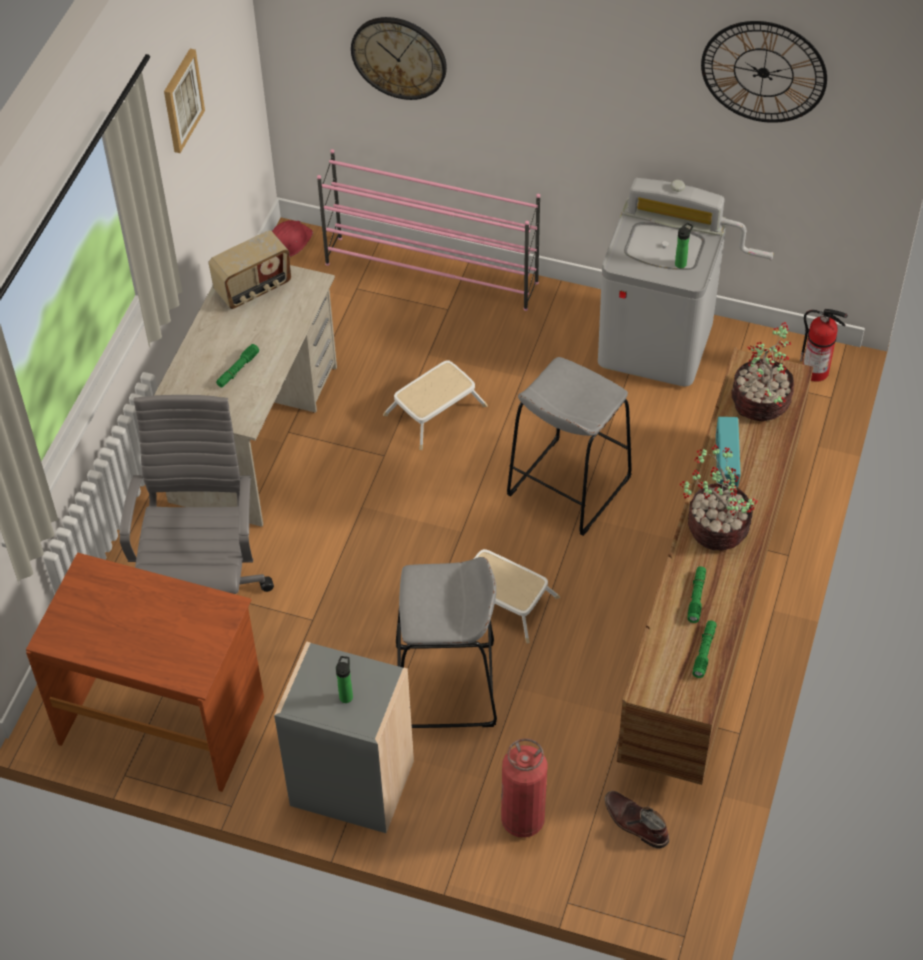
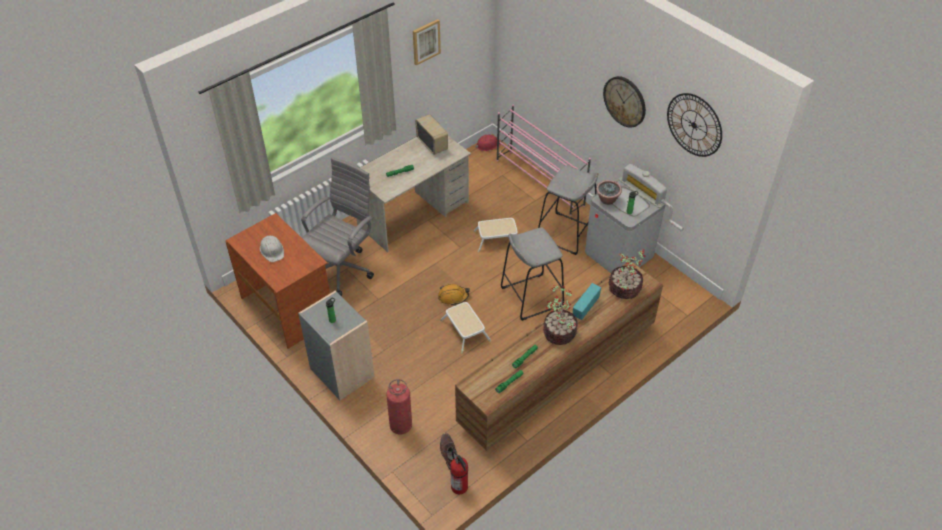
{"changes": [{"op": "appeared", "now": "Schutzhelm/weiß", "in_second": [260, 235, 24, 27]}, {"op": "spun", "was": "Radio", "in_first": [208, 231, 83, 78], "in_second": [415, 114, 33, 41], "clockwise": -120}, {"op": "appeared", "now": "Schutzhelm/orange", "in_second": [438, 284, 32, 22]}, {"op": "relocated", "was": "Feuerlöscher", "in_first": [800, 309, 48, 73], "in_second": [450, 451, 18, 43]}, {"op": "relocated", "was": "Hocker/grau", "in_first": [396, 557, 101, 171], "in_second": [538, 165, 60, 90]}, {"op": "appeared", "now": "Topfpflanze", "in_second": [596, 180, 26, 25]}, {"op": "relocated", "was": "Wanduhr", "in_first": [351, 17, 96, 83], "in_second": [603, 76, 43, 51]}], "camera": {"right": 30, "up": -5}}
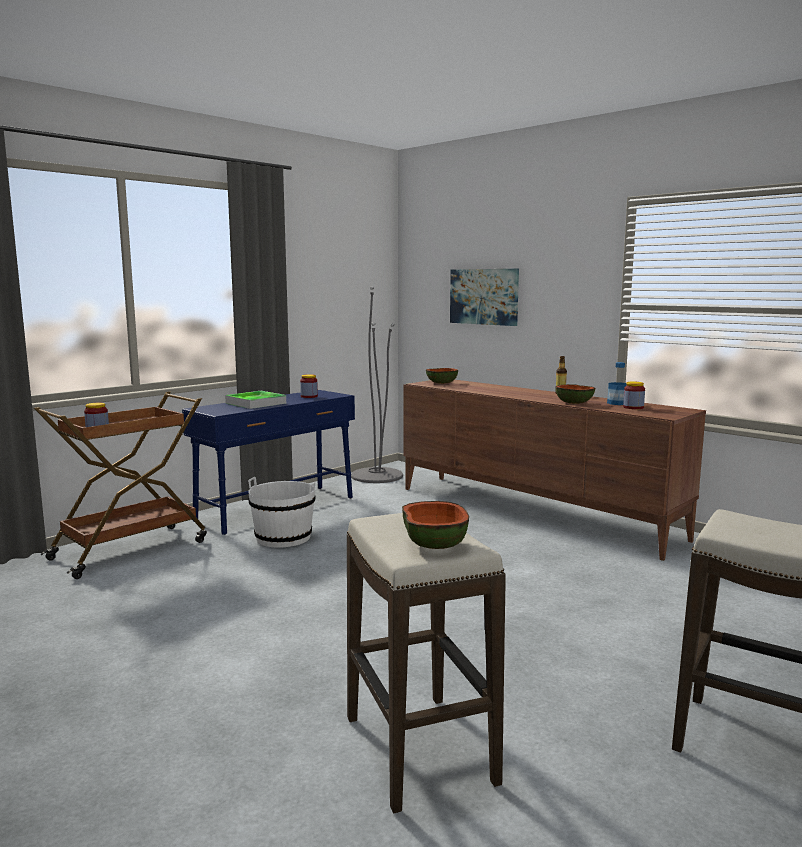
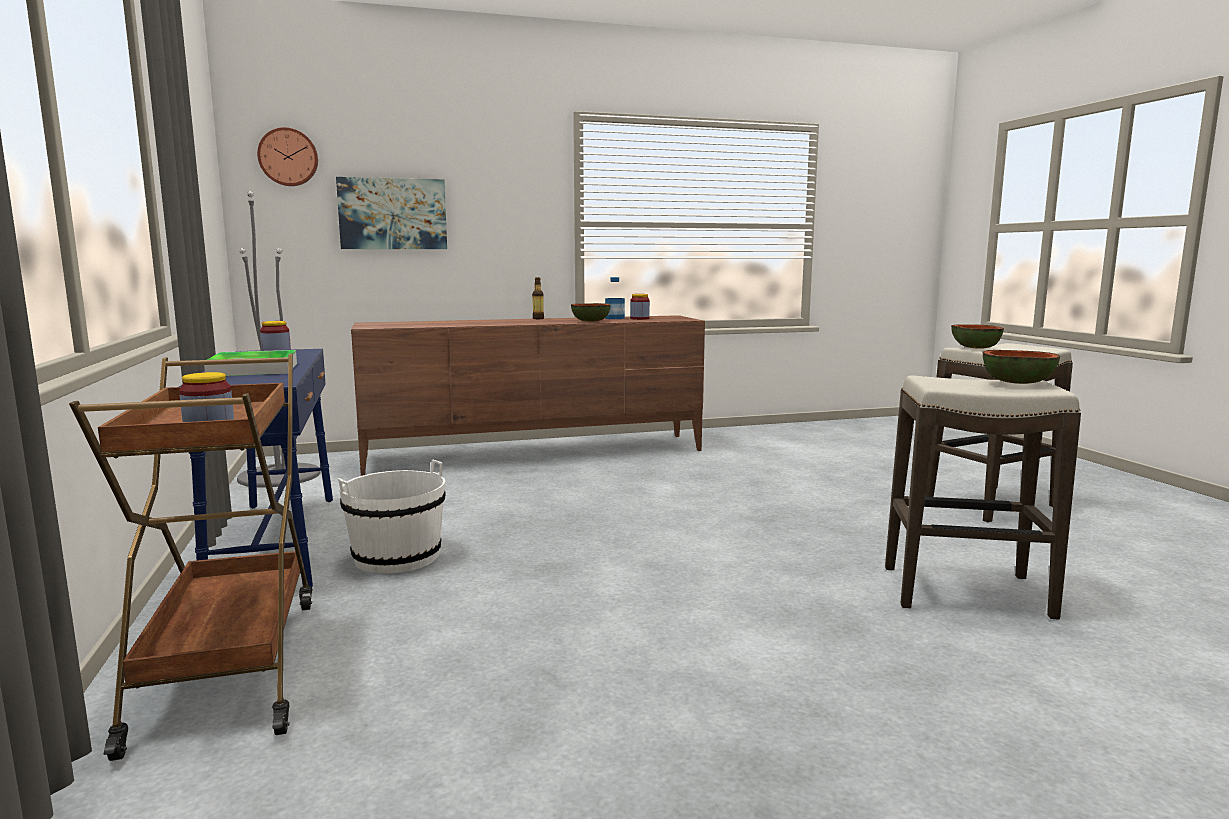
{"changes": [{"op": "appeared", "now": "Wanduhr", "in_second": [257, 127, 61, 59]}, {"op": "relocated", "was": "Schüssel", "in_first": [426, 368, 32, 16], "in_second": [951, 324, 53, 25]}], "camera": {"right": -60, "up": 0}}
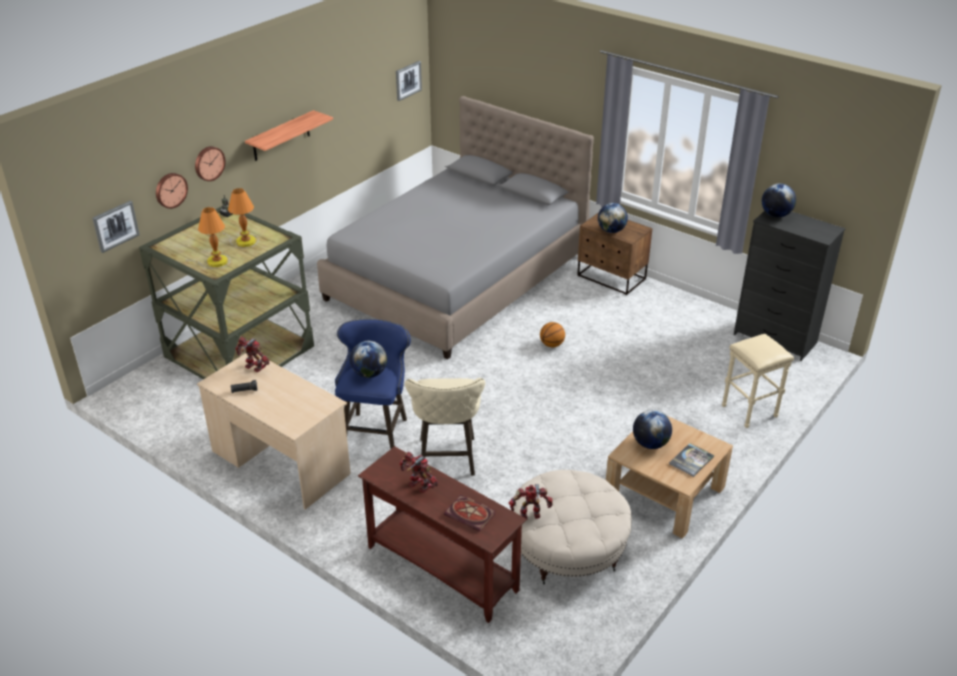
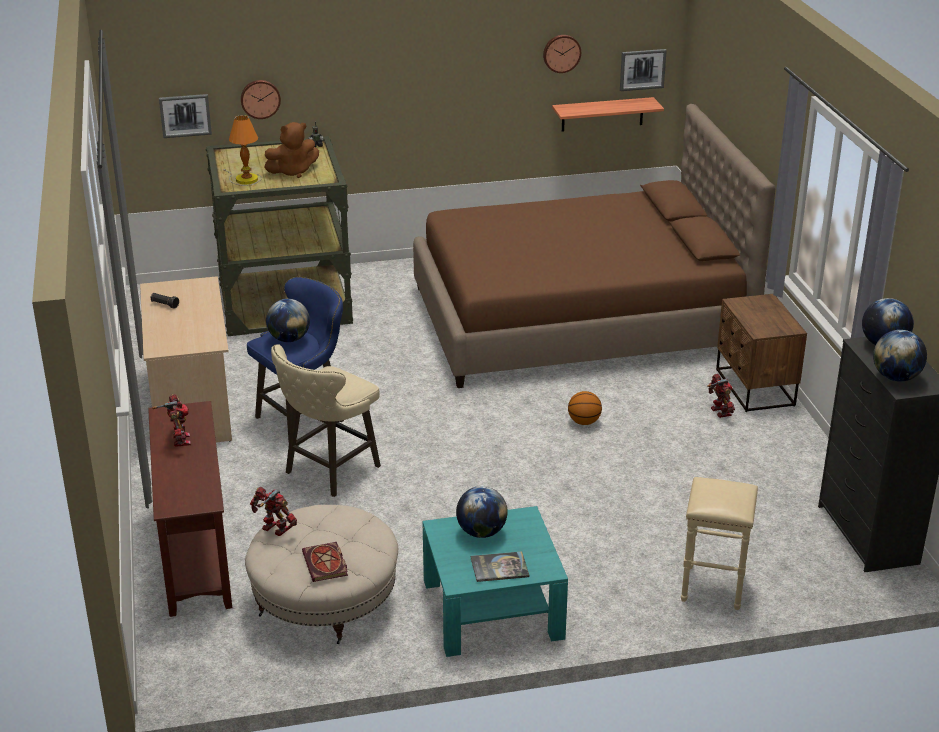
{"changes": [{"op": "exchanged", "was": "Tischlampe", "now": "Plüschtier/braun", "in_first": [222, 188, 37, 61], "in_second": [264, 122, 55, 56]}, {"op": "relocated", "was": "Buch", "in_first": [444, 495, 52, 37], "in_second": [302, 542, 46, 40]}, {"op": "colour", "was": "Bett/grau", "now": "Bett/braun", "in_first": [317, 96, 277, 263], "in_second": [413, 104, 362, 284]}, {"op": "colour", "was": "Couchtisch/braun", "now": "Couchtisch/türkis", "in_first": [606, 415, 127, 124], "in_second": [422, 506, 146, 151]}, {"op": "relocated", "was": "Wanduhr", "in_first": [195, 146, 30, 35], "in_second": [543, 35, 38, 38]}, {"op": "relocated", "was": "Wandregal", "in_first": [245, 110, 88, 51], "in_second": [552, 97, 112, 35]}, {"op": "relocated", "was": "Spielzeugroboter", "in_first": [235, 337, 35, 35], "in_second": [707, 374, 28, 44]}, {"op": "relocated", "was": "Globus", "in_first": [598, 203, 30, 30], "in_second": [873, 330, 54, 52]}], "camera": {"right": 40, "up": -5}}
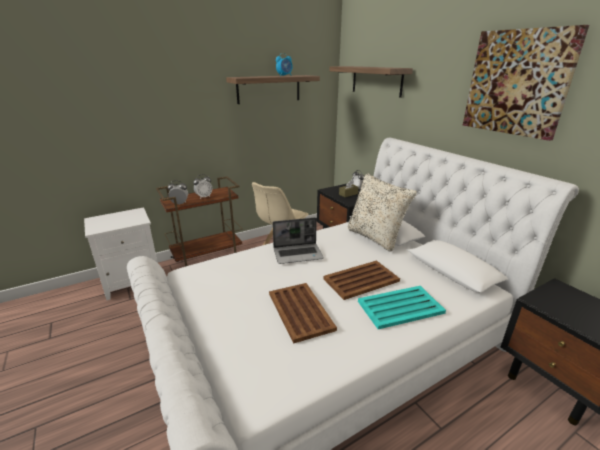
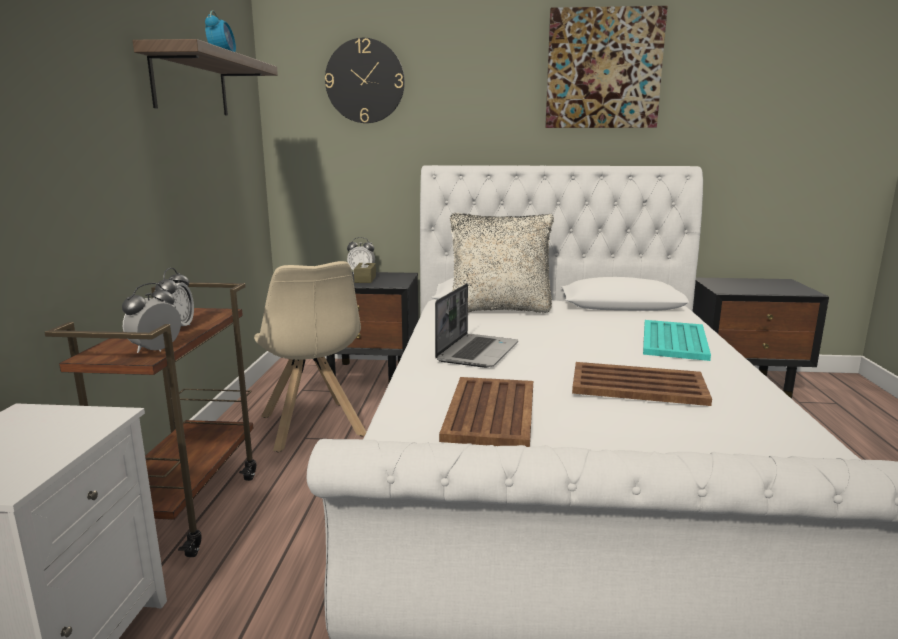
{"changes": [{"op": "exchanged", "was": "Wandregal", "now": "Wanduhr", "in_first": [329, 66, 84, 32], "in_second": [325, 38, 80, 85]}, {"op": "relocated", "was": "Tablett/braun", "in_first": [323, 260, 77, 40], "in_second": [439, 377, 94, 70]}], "camera": {"right": -55, "up": -10}}
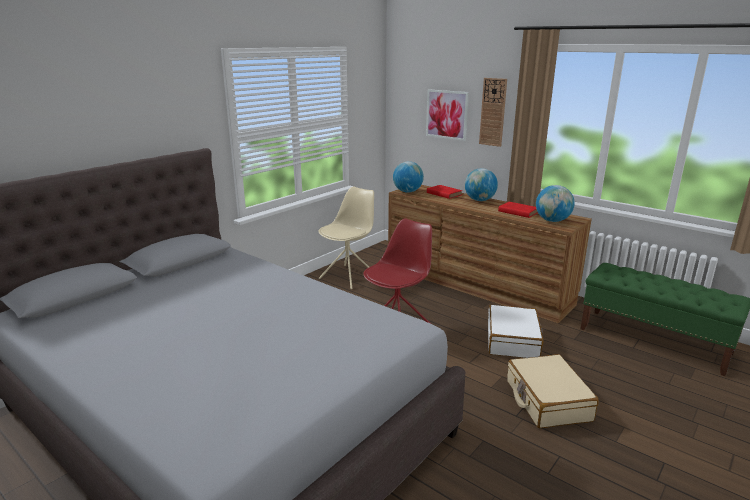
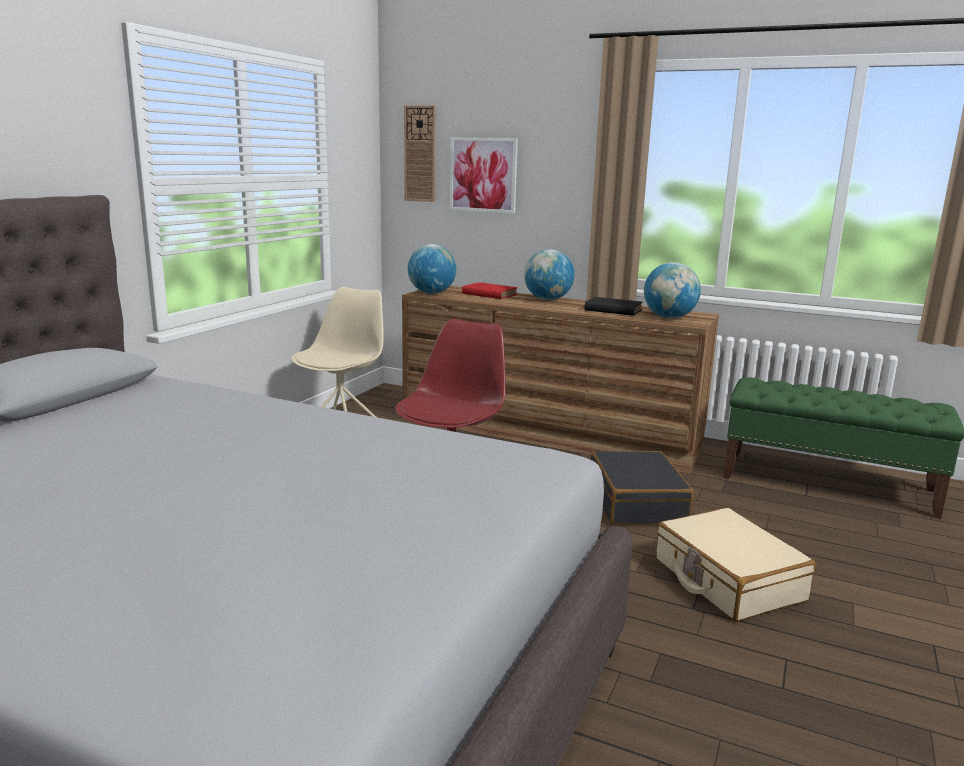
{"changes": [{"op": "relocated", "was": "Wanduhr", "in_first": [479, 78, 28, 69], "in_second": [404, 105, 32, 97]}, {"op": "colour", "was": "Buch/rot", "now": "Buch/schwarz", "in_first": [498, 202, 40, 16], "in_second": [584, 297, 59, 19]}, {"op": "colour", "was": "Koffer/weiß", "now": "Koffer/schwarz", "in_first": [488, 305, 56, 53], "in_second": [590, 451, 104, 73]}], "camera": {"right": -15, "up": -5}}
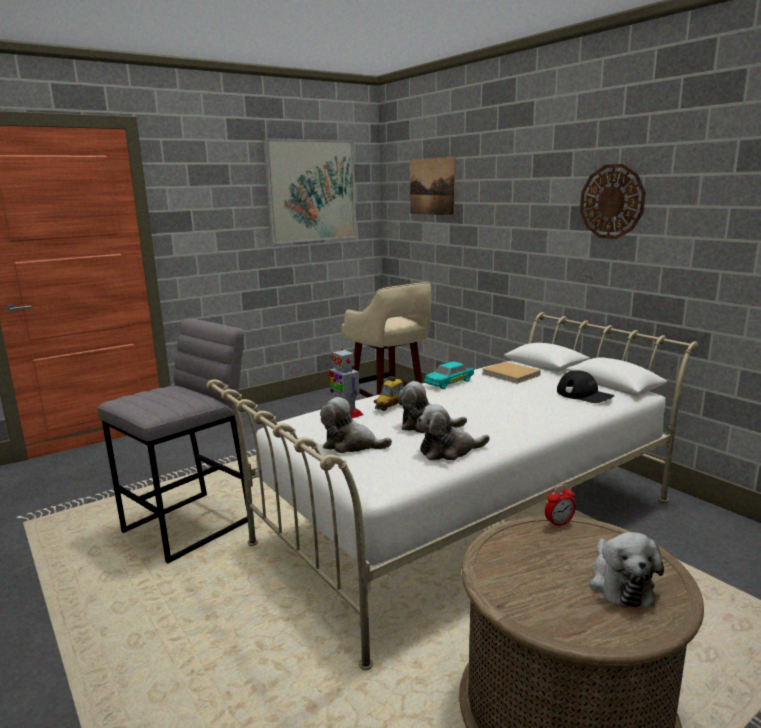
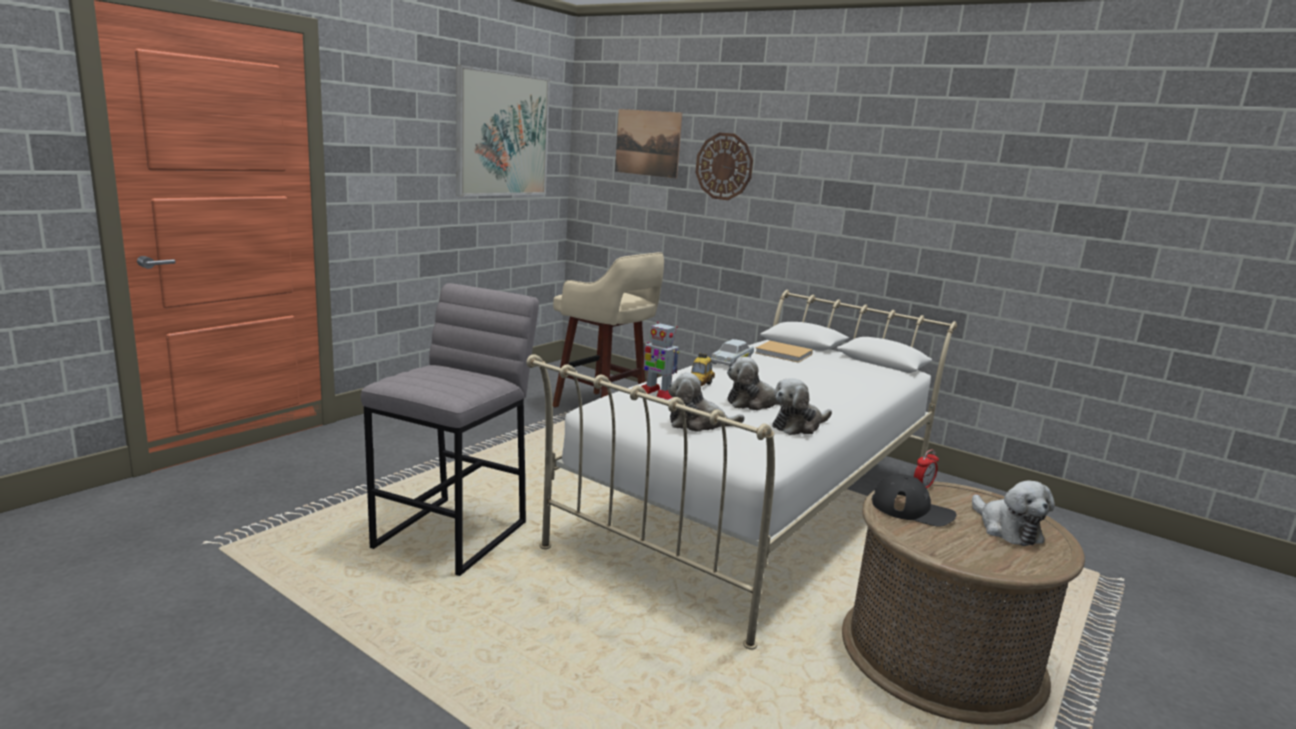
{"changes": [{"op": "relocated", "was": "Wanduhr", "in_first": [580, 164, 66, 75], "in_second": [695, 133, 58, 67]}, {"op": "colour", "was": "Spielzeugauto/türkis", "now": "Spielzeugauto/weiß", "in_first": [424, 362, 50, 27], "in_second": [711, 339, 43, 28]}, {"op": "relocated", "was": "Kappe/schwarz", "in_first": [557, 370, 58, 33], "in_second": [872, 474, 85, 53]}], "camera": {"right": -20, "up": 0}}
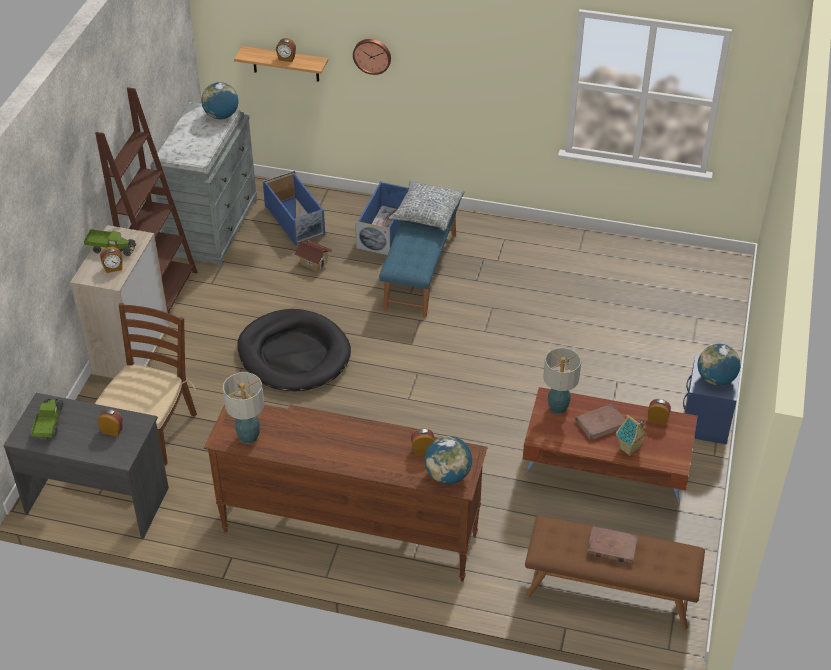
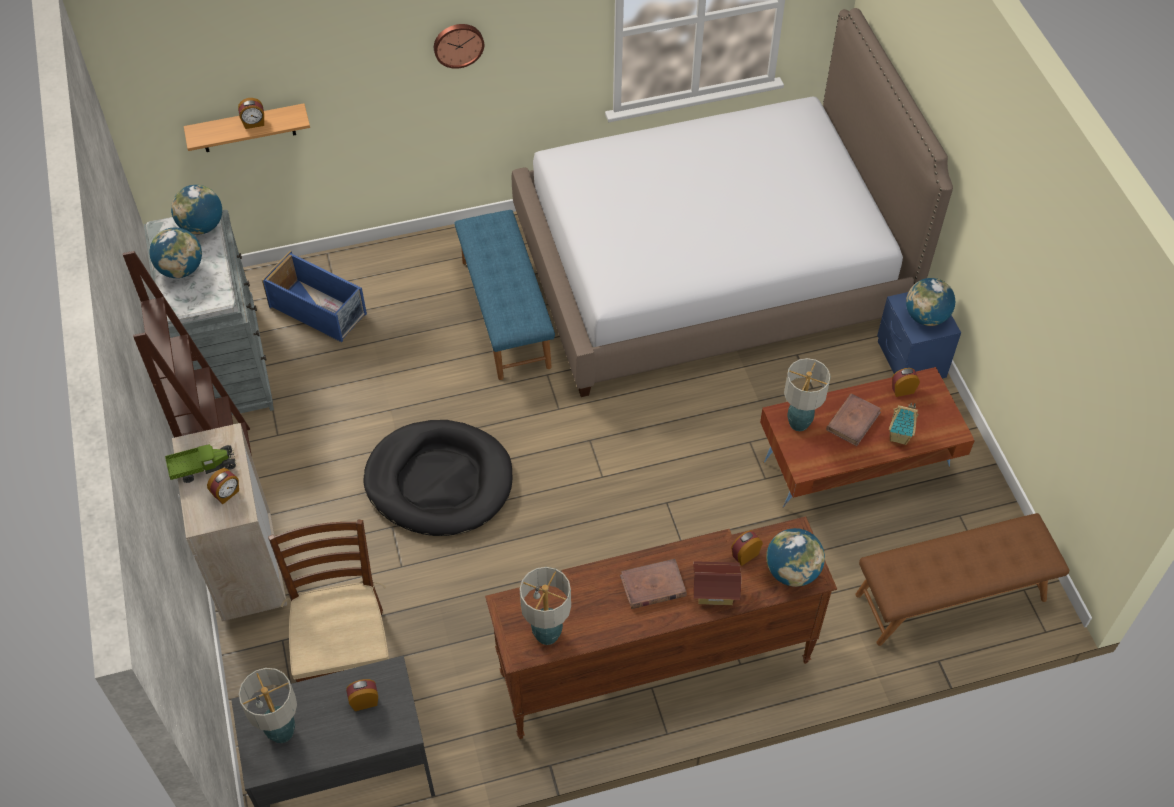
{"changes": [{"op": "appeared", "now": "Globus", "in_second": [149, 227, 53, 51]}, {"op": "exchanged", "was": "Spielzeuglaster", "now": "Tischlampe", "in_first": [31, 399, 32, 41], "in_second": [239, 668, 58, 75]}, {"op": "relocated", "was": "Wanduhr", "in_first": [353, 39, 38, 36], "in_second": [434, 24, 50, 45]}, {"op": "appeared", "now": "Bett", "in_second": [512, 8, 441, 389]}, {"op": "relocated", "was": "Buch/braun", "in_first": [587, 526, 51, 38], "in_second": [620, 559, 67, 50]}, {"op": "relocated", "was": "Spielzeughaus", "in_first": [294, 240, 38, 32], "in_second": [693, 561, 48, 44]}, {"op": "missing", "was": "Aufbewahrungsbox/blau", "in_first": [355, 181, 54, 74]}, {"op": "missing", "was": "Kissen", "in_first": [389, 180, 76, 52]}], "camera": {"right": -30, "up": 10}}
